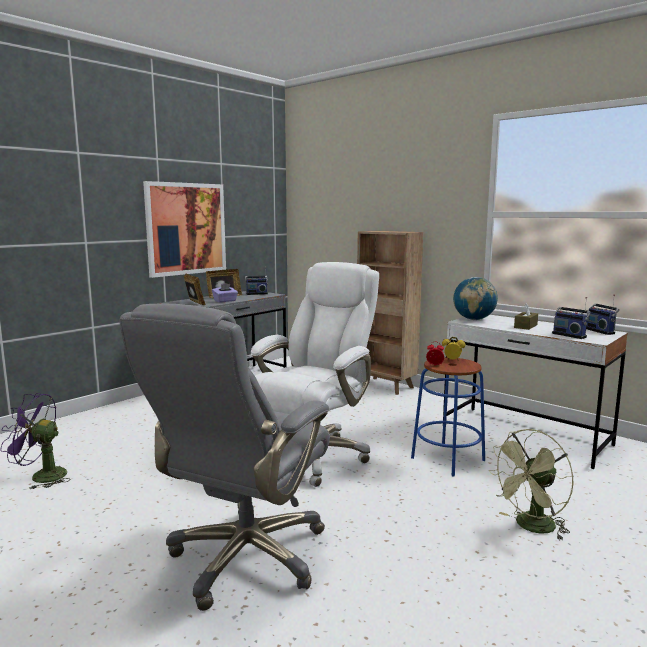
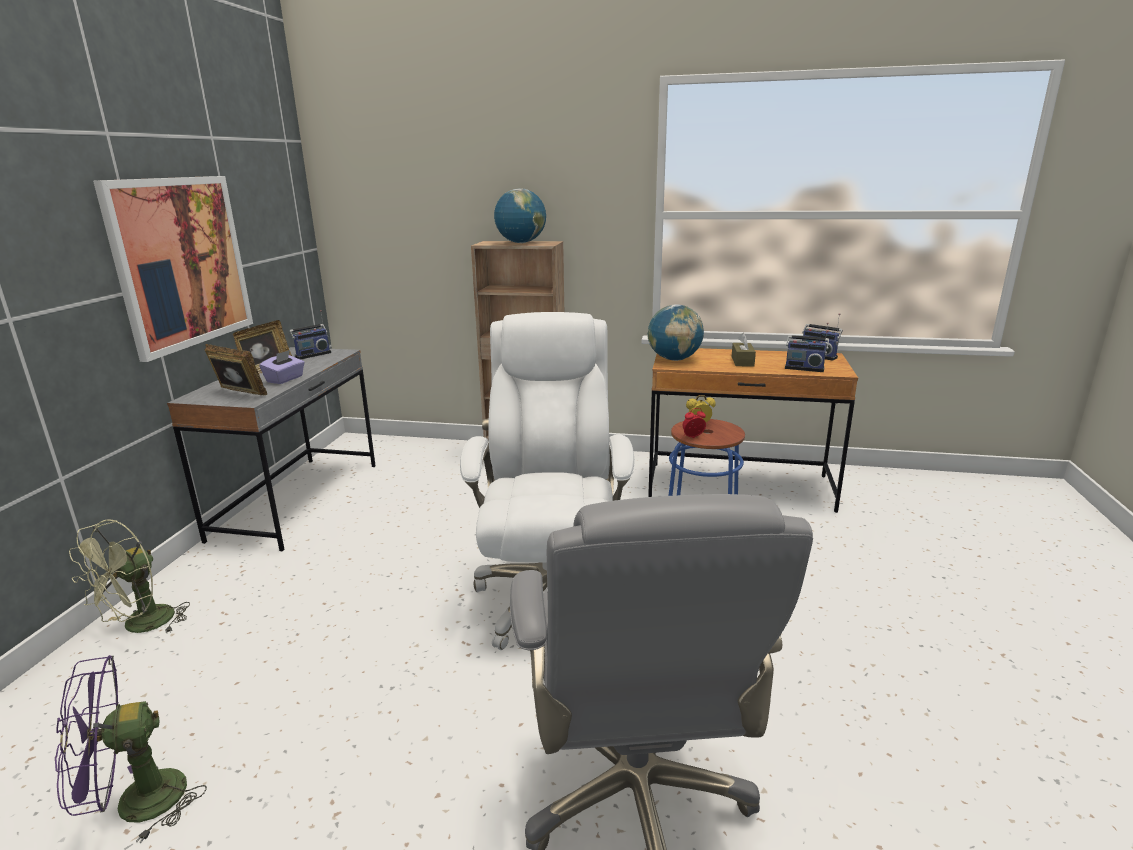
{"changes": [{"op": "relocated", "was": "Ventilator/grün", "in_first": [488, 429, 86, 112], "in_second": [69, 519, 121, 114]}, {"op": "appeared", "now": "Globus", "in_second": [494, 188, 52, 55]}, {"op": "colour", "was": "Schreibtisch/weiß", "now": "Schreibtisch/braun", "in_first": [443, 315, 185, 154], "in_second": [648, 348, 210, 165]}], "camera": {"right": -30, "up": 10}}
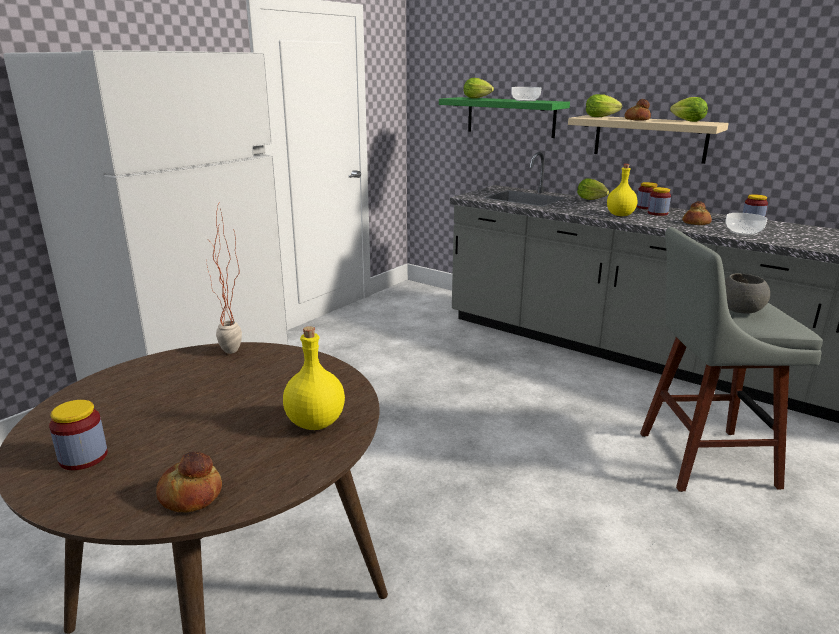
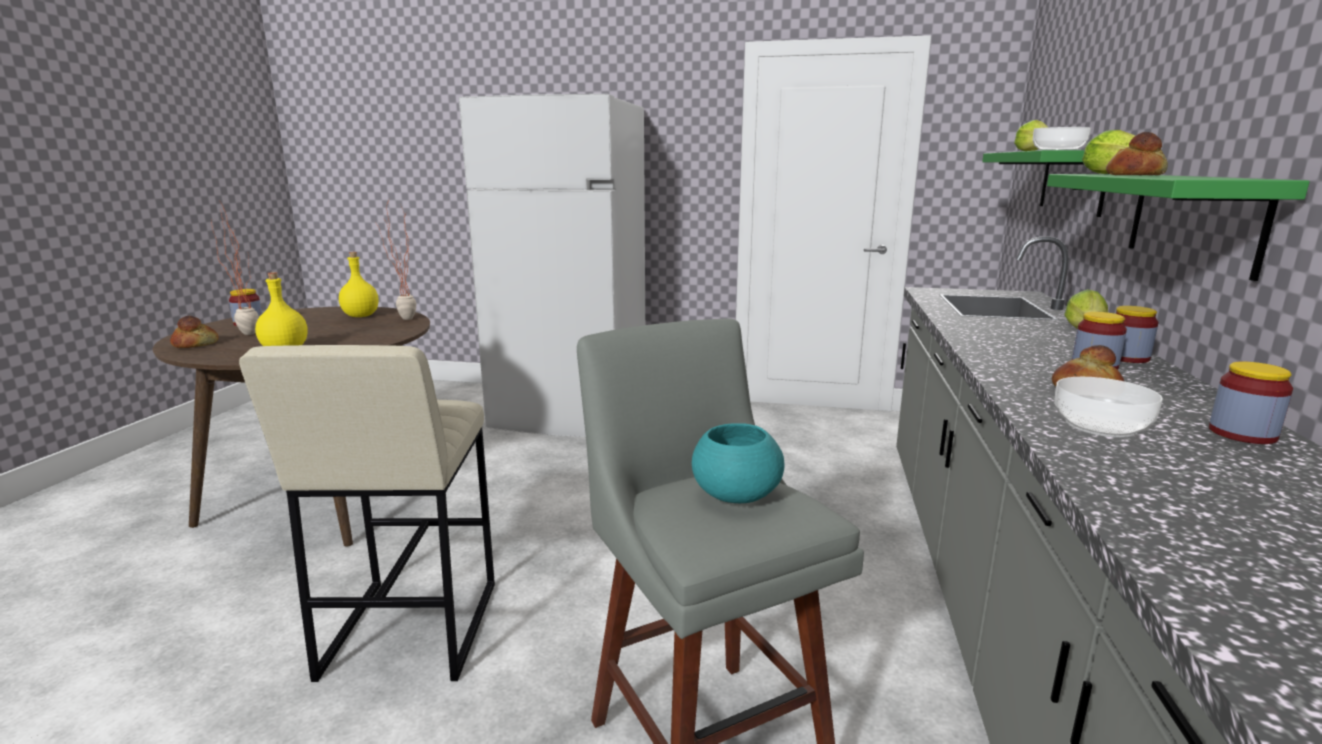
{"changes": [{"op": "appeared", "now": "Topfpflanze", "in_second": [211, 203, 48, 132]}, {"op": "appeared", "now": "Hocker/beige", "in_second": [239, 345, 256, 337]}, {"op": "relocated", "was": "Flasche/gelb", "in_first": [607, 164, 30, 52], "in_second": [339, 252, 40, 65]}, {"op": "colour", "was": "Schüssel/grau", "now": "Schüssel/türkis", "in_first": [725, 273, 45, 41], "in_second": [692, 423, 93, 80]}, {"op": "colour", "was": "Wandregal/beige", "now": "Wandregal/grün", "in_first": [568, 115, 161, 49], "in_second": [1047, 174, 263, 107]}, {"op": "missing", "was": "Salatkopf", "in_first": [670, 97, 38, 25]}], "camera": {"right": 65, "up": -5}}
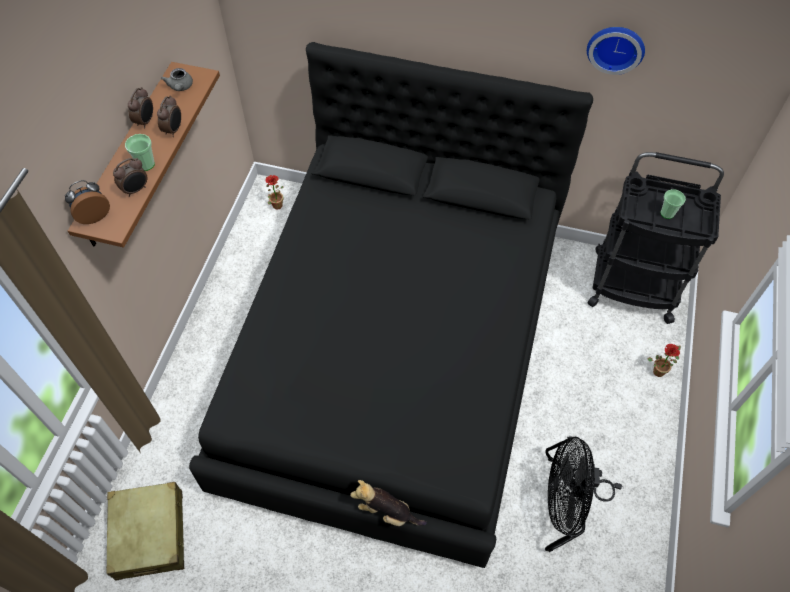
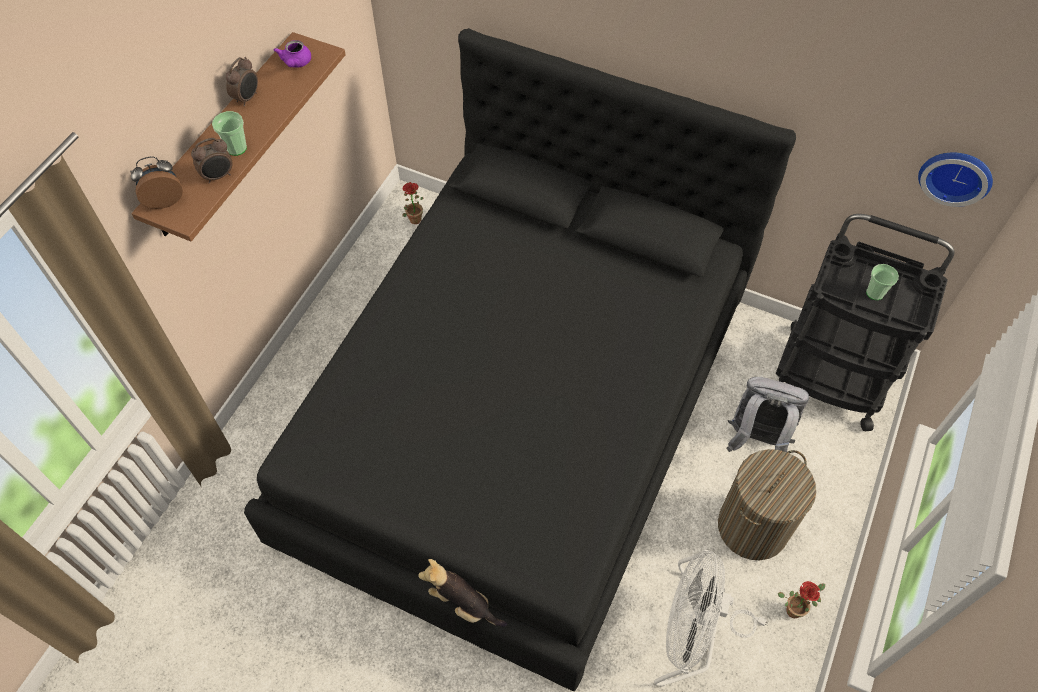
{"changes": [{"op": "colour", "was": "Teekanne/grau", "now": "Teekanne/lila", "in_first": [161, 68, 32, 23], "in_second": [274, 40, 37, 28]}, {"op": "colour", "was": "Ventilator/schwarz", "now": "Ventilator/weiß", "in_first": [545, 437, 78, 115], "in_second": [654, 550, 113, 137]}, {"op": "appeared", "now": "Wäschekorb", "in_second": [718, 449, 98, 111]}, {"op": "appeared", "now": "Rucksack/grau", "in_second": [726, 377, 83, 75]}, {"op": "relocated", "was": "Topfpflanze", "in_first": [647, 344, 34, 33], "in_second": [778, 581, 47, 37]}, {"op": "relocated", "was": "Wanduhr", "in_first": [587, 27, 58, 48], "in_second": [918, 152, 75, 55]}, {"op": "missing", "was": "Koffer/beige", "in_first": [106, 482, 78, 99]}, {"op": "missing", "was": "Wecker", "in_first": [157, 95, 24, 42]}], "camera": {"right": 10, "up": 0}}
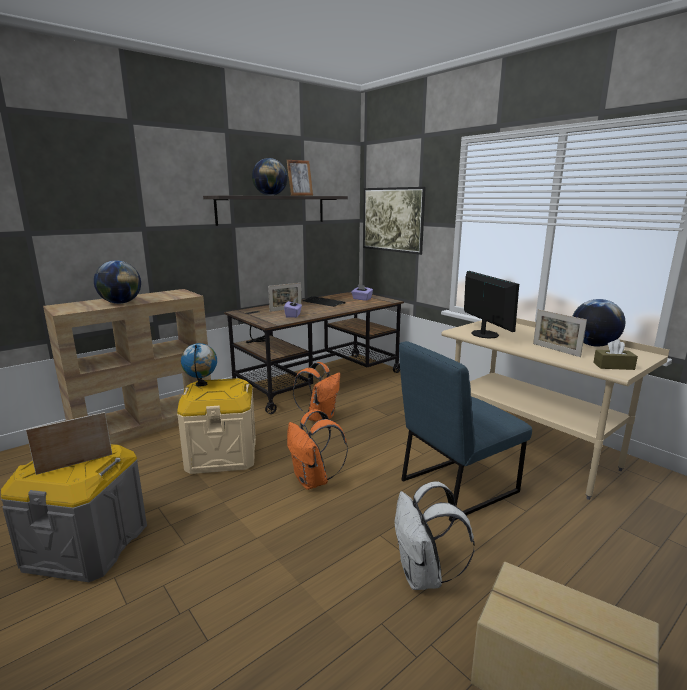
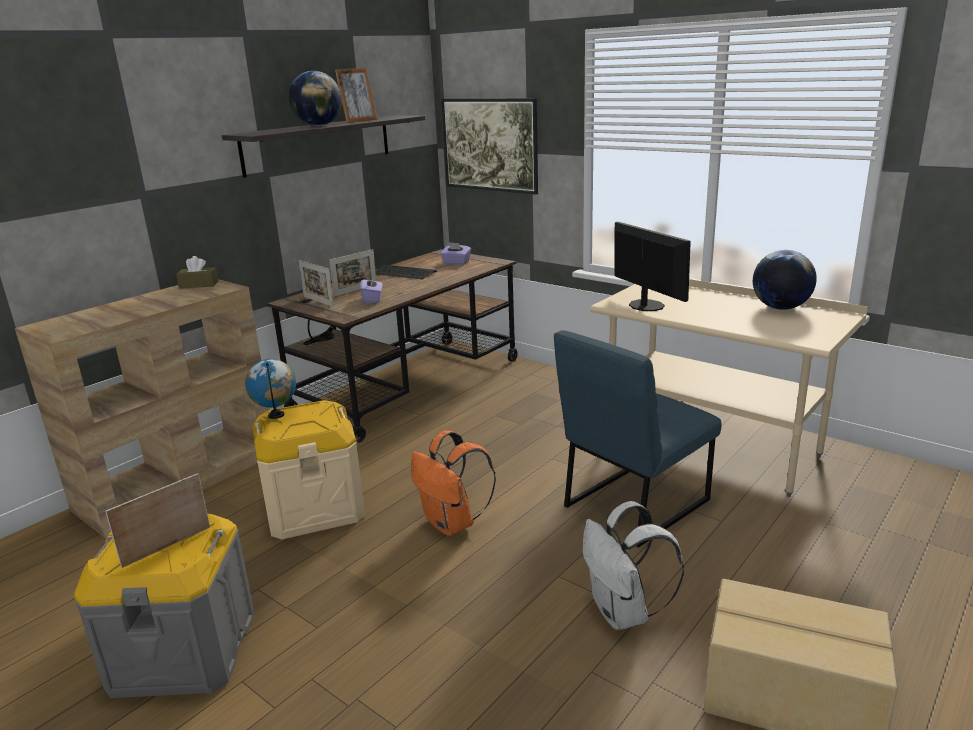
{"changes": [{"op": "relocated", "was": "Taschentuchbox/braun", "in_first": [593, 339, 45, 31], "in_second": [176, 256, 42, 33]}, {"op": "relocated", "was": "Bilderrahmen", "in_first": [533, 309, 54, 48], "in_second": [299, 260, 35, 47]}, {"op": "missing", "was": "Globus", "in_first": [94, 260, 47, 44]}, {"op": "missing", "was": "Rucksack/orange", "in_first": [293, 362, 47, 60]}], "camera": {"right": -10, "up": 5}}
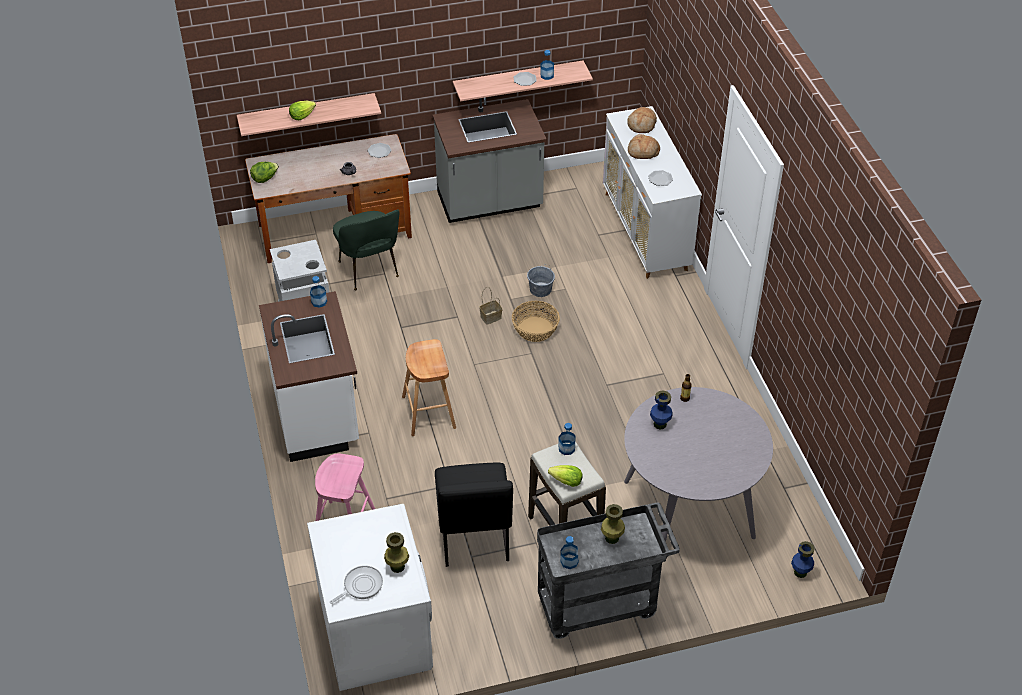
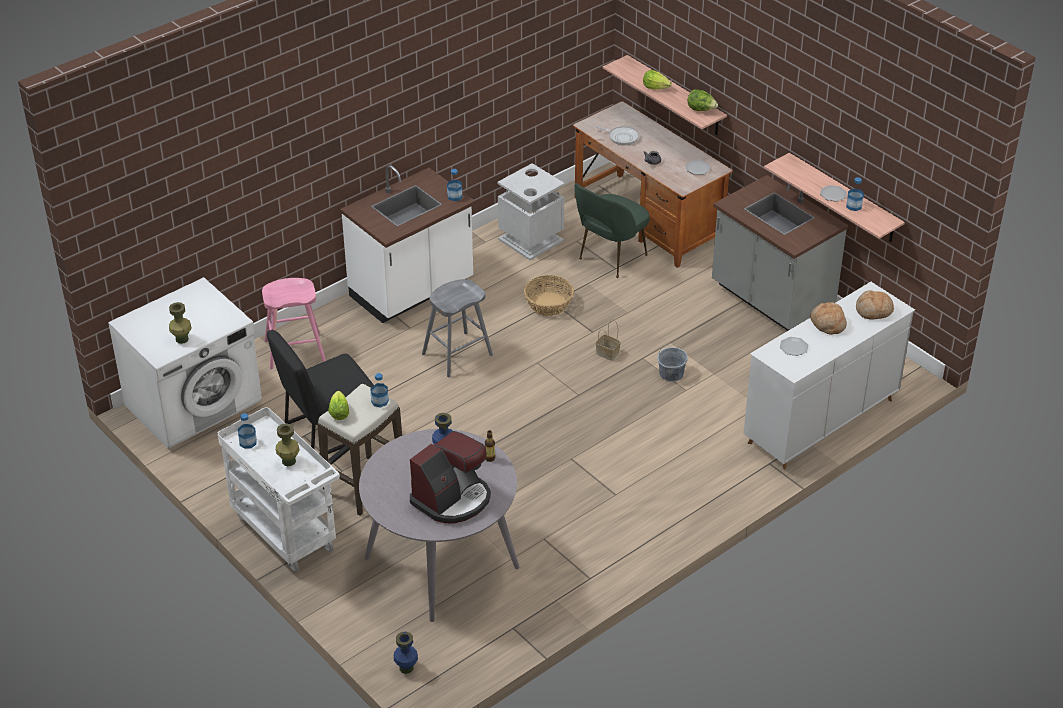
{"changes": [{"op": "colour", "was": "Rollwagen/schwarz", "now": "Rollwagen/weiß", "in_first": [537, 503, 143, 136], "in_second": [218, 407, 122, 165]}, {"op": "appeared", "now": "Kaffeemaschine", "in_second": [410, 431, 81, 93]}, {"op": "colour", "was": "Hocker/braun", "now": "Hocker/grau", "in_first": [402, 339, 54, 97], "in_second": [422, 279, 71, 98]}, {"op": "relocated", "was": "Korb", "in_first": [512, 301, 48, 41], "in_second": [524, 275, 50, 41]}, {"op": "relocated", "was": "Pfanne", "in_first": [330, 566, 53, 38], "in_second": [595, 126, 44, 19]}, {"op": "relocated", "was": "Salatkopf", "in_first": [250, 162, 29, 21], "in_second": [688, 89, 30, 22]}], "camera": {"right": 65, "up": -5}}
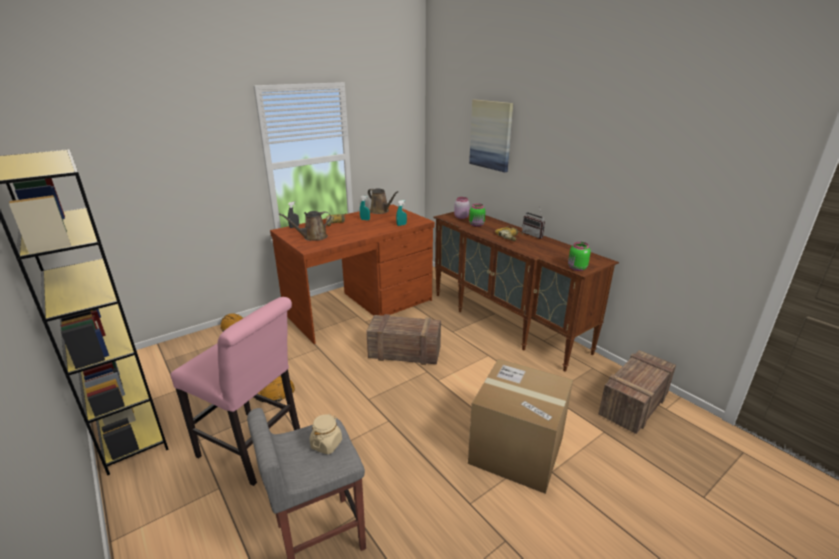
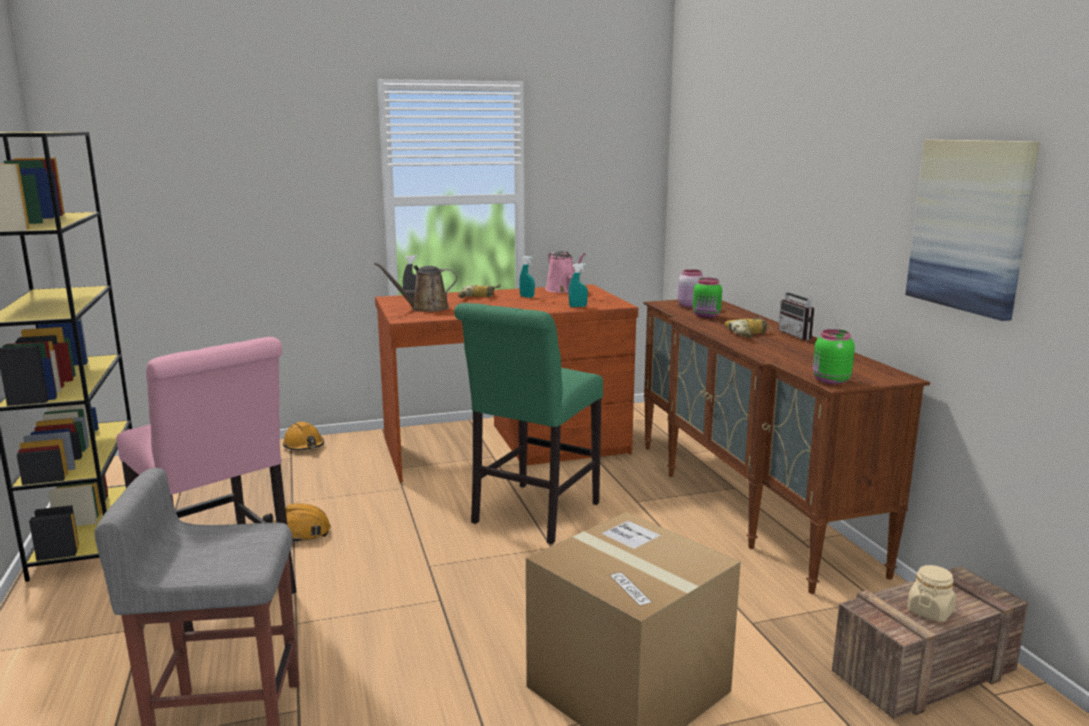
{"changes": [{"op": "exchanged", "was": "Kiste", "now": "Hocker/grün", "in_first": [366, 314, 75, 51], "in_second": [454, 303, 149, 241]}, {"op": "colour", "was": "Gießkanne/braun", "now": "Gießkanne/rosa", "in_first": [368, 188, 30, 26], "in_second": [545, 251, 41, 42]}, {"op": "relocated", "was": "Bild", "in_first": [469, 99, 44, 73], "in_second": [905, 139, 135, 182]}, {"op": "relocated", "was": "Vorratsglas/beige", "in_first": [310, 414, 32, 40], "in_second": [907, 565, 49, 57]}], "camera": {"right": 20, "up": -10}}
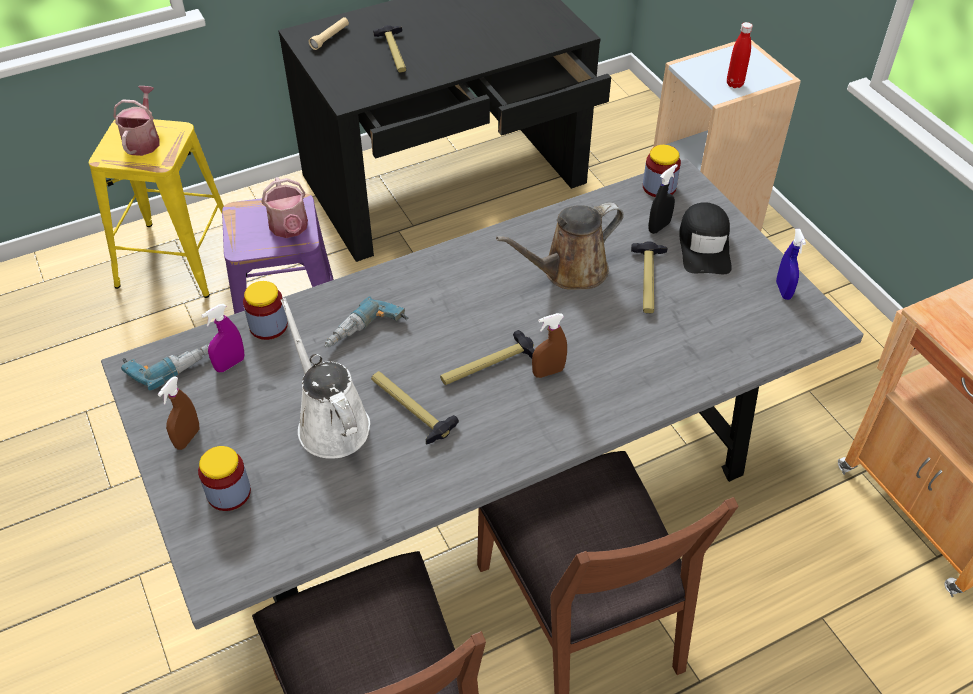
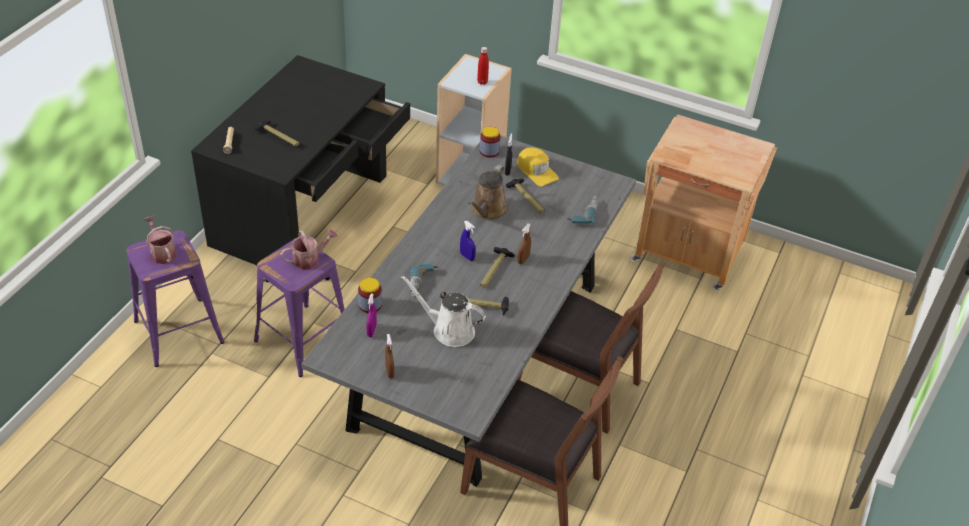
{"changes": [{"op": "colour", "was": "Hocker/gelb", "now": "Hocker/lila", "in_first": [89, 119, 135, 179], "in_second": [126, 230, 98, 137]}, {"op": "spun", "was": "Gießkanne", "in_first": [262, 177, 46, 61], "in_second": [281, 229, 56, 41], "clockwise": -60}, {"op": "relocated", "was": "Sprühflasche/blau", "in_first": [776, 229, 30, 71], "in_second": [460, 221, 16, 40]}, {"op": "colour", "was": "Kappe/schwarz", "now": "Kappe/gelb", "in_first": [679, 202, 53, 72], "in_second": [517, 147, 42, 39]}, {"op": "relocated", "was": "Bohrmaschine", "in_first": [121, 345, 88, 46], "in_second": [567, 195, 30, 29]}, {"op": "missing", "was": "Vorratsglas", "in_first": [198, 446, 53, 65]}], "camera": {"right": -40, "up": -5}}
